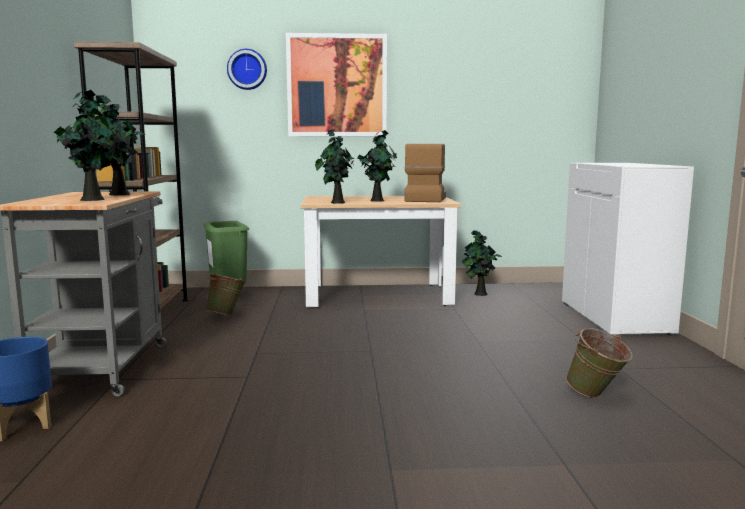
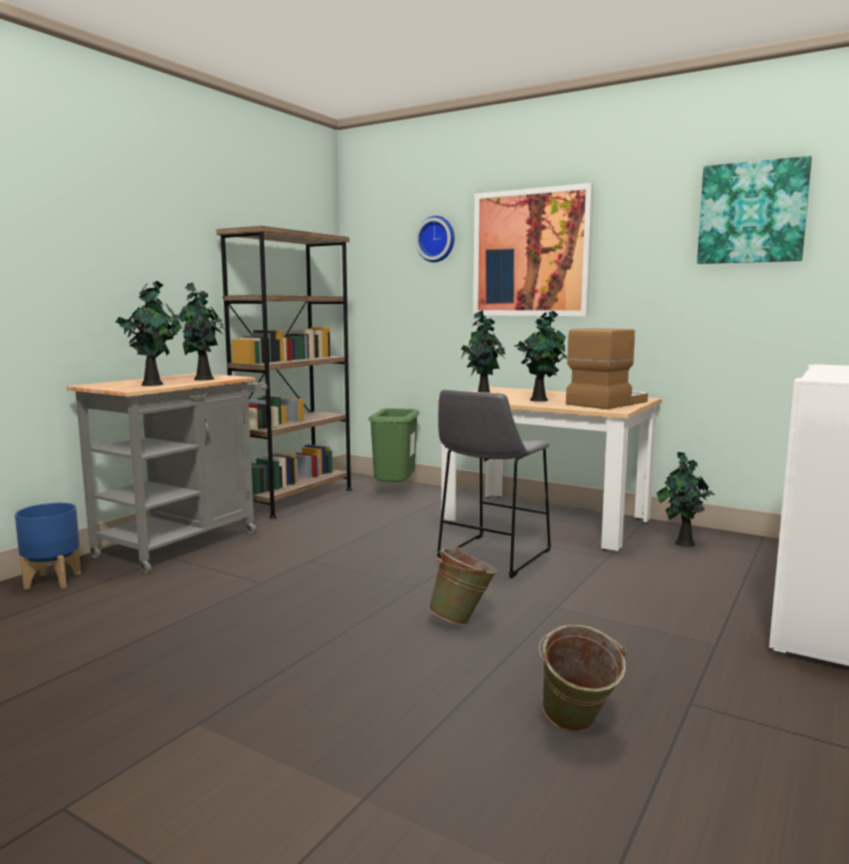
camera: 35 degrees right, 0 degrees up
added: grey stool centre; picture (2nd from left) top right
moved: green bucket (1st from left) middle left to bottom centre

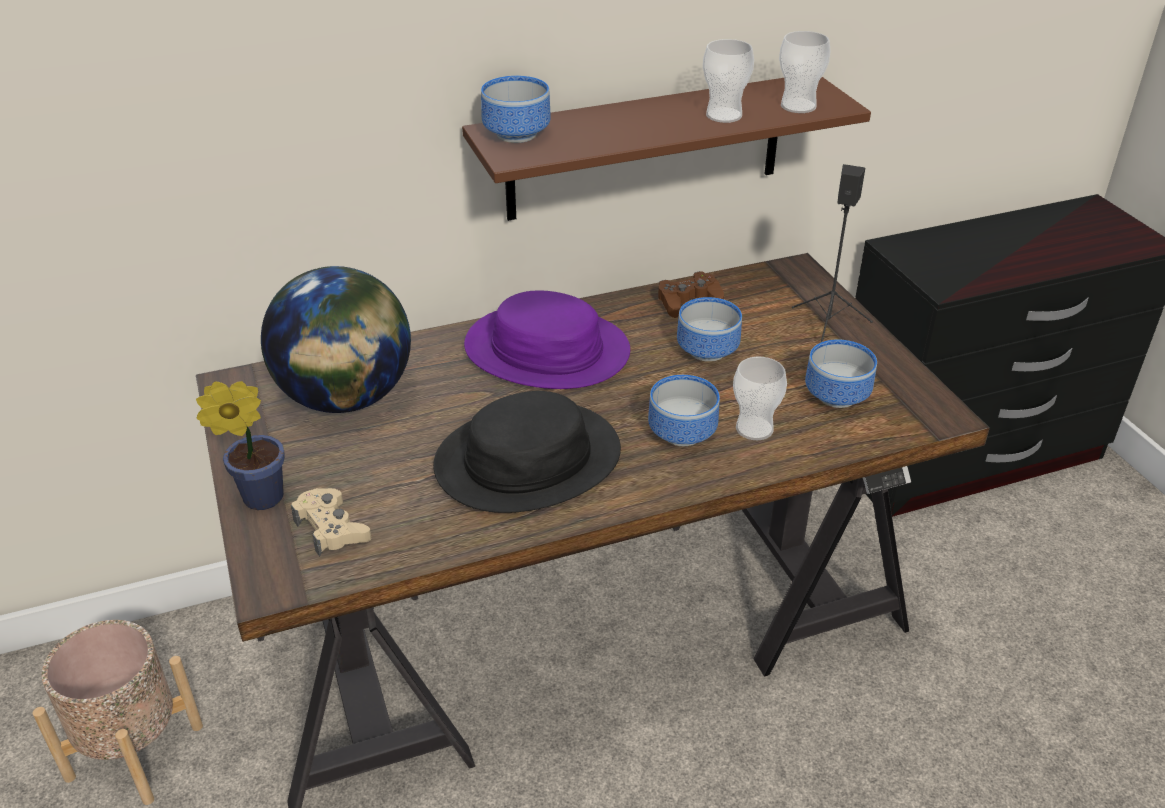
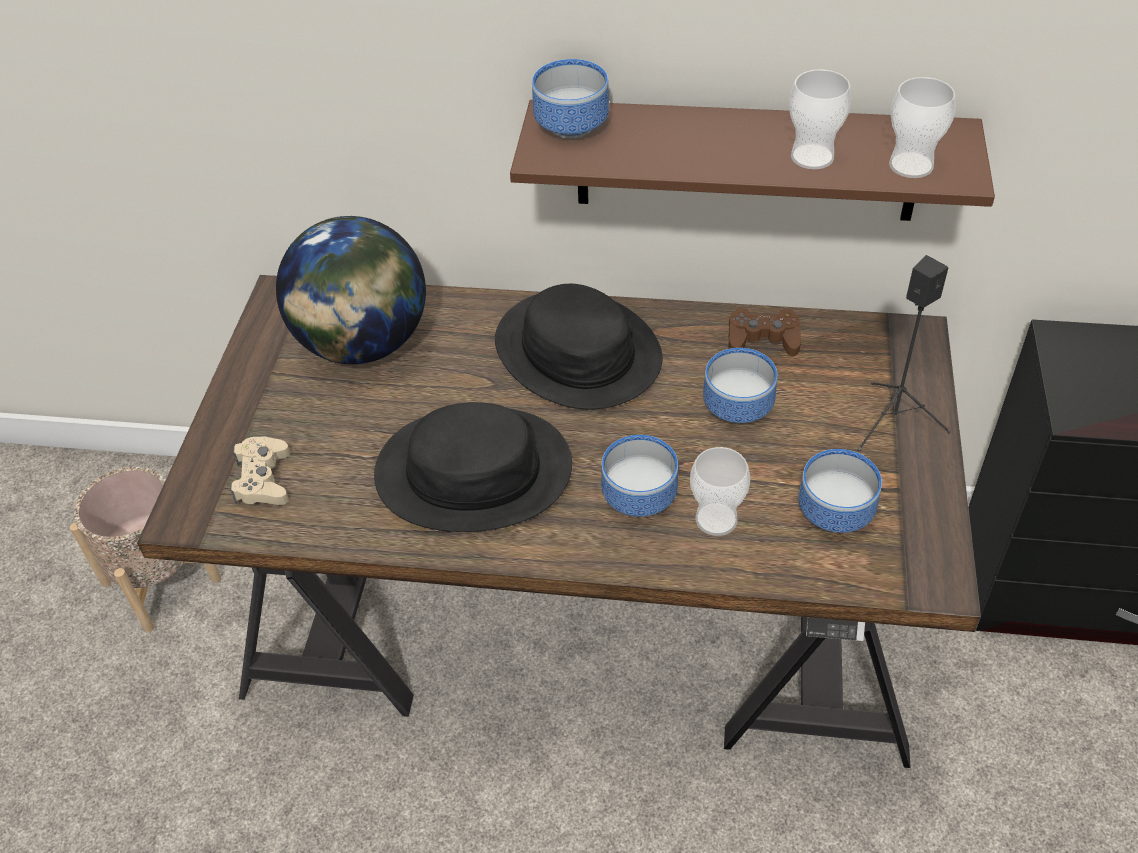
camera: 30 degrees right, 10 degrees up
removed: potted plant middle left
recoloured: purple hat centre to black hat (2nd from left) centre

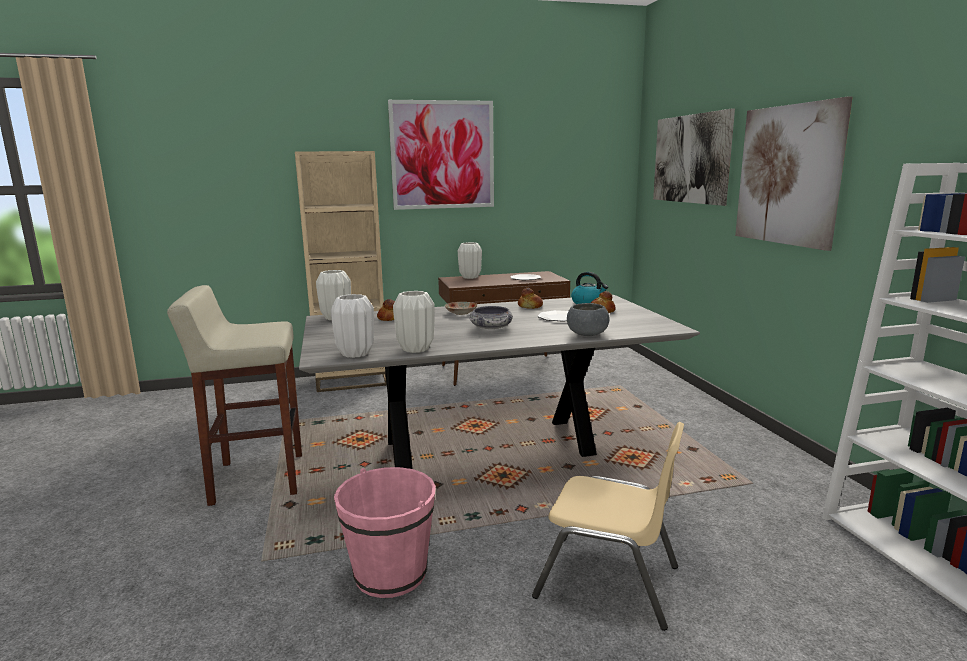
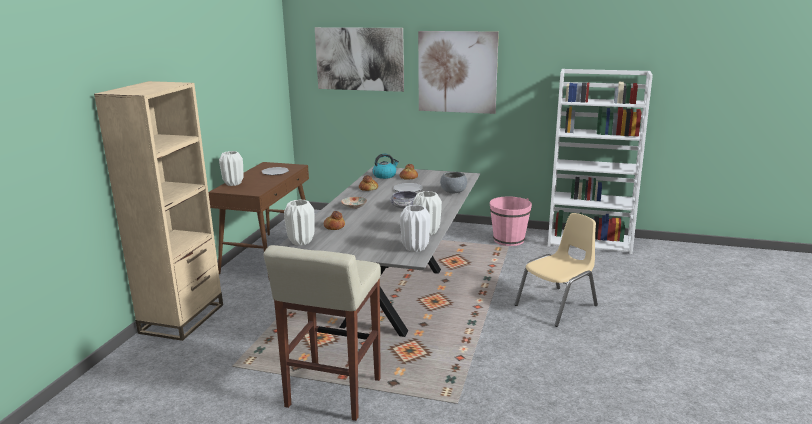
camera: 60 degrees left, 5 degrees up
removed: picture (1st from left) top centre
moved: pink bucket bottom centre to centre

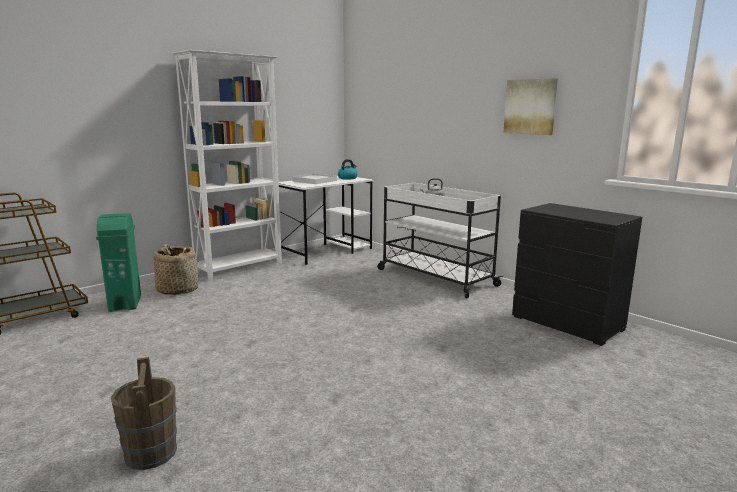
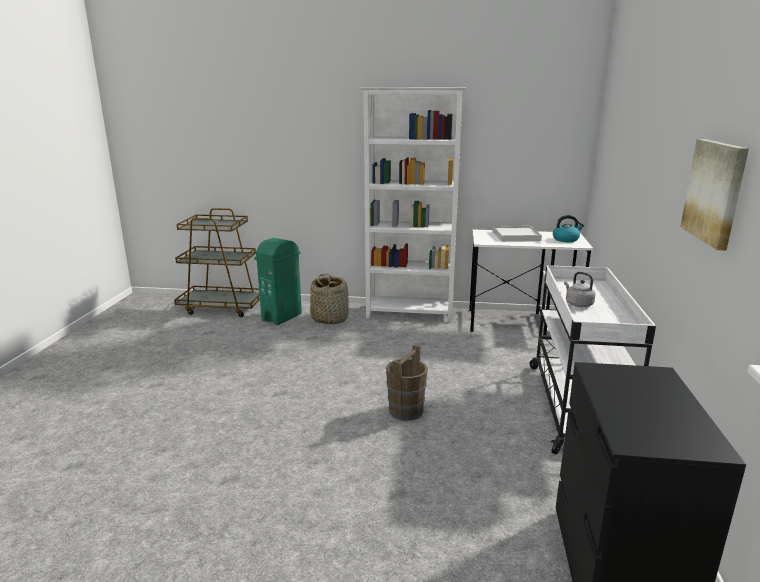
camera: 50 degrees right, 5 degrees up
moved: brown bucket bottom left to centre

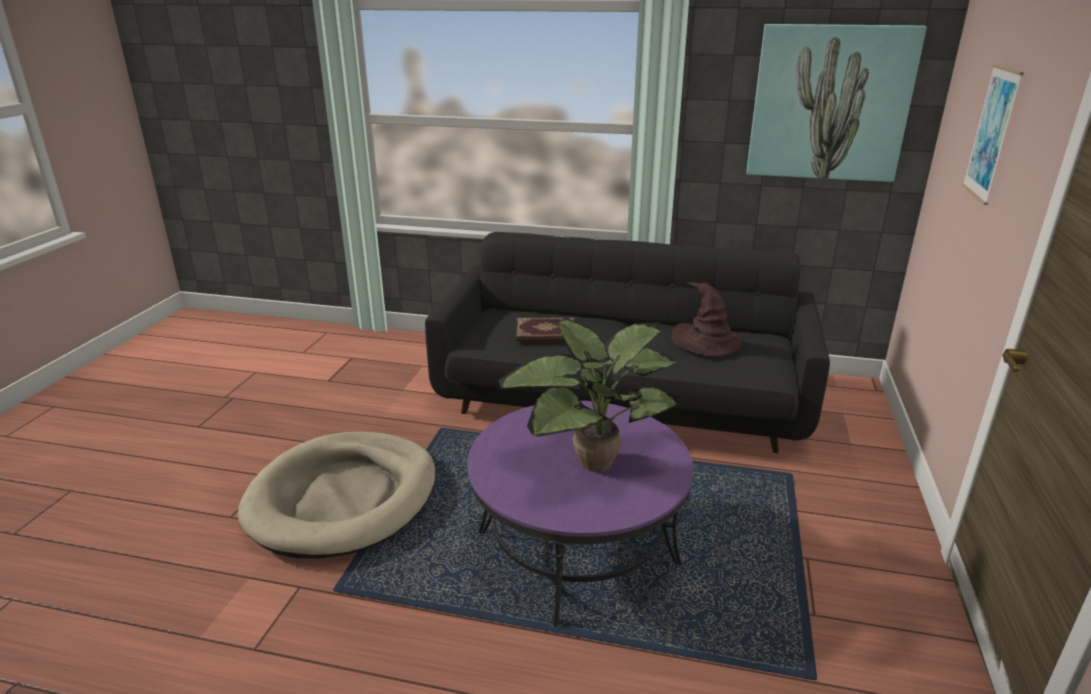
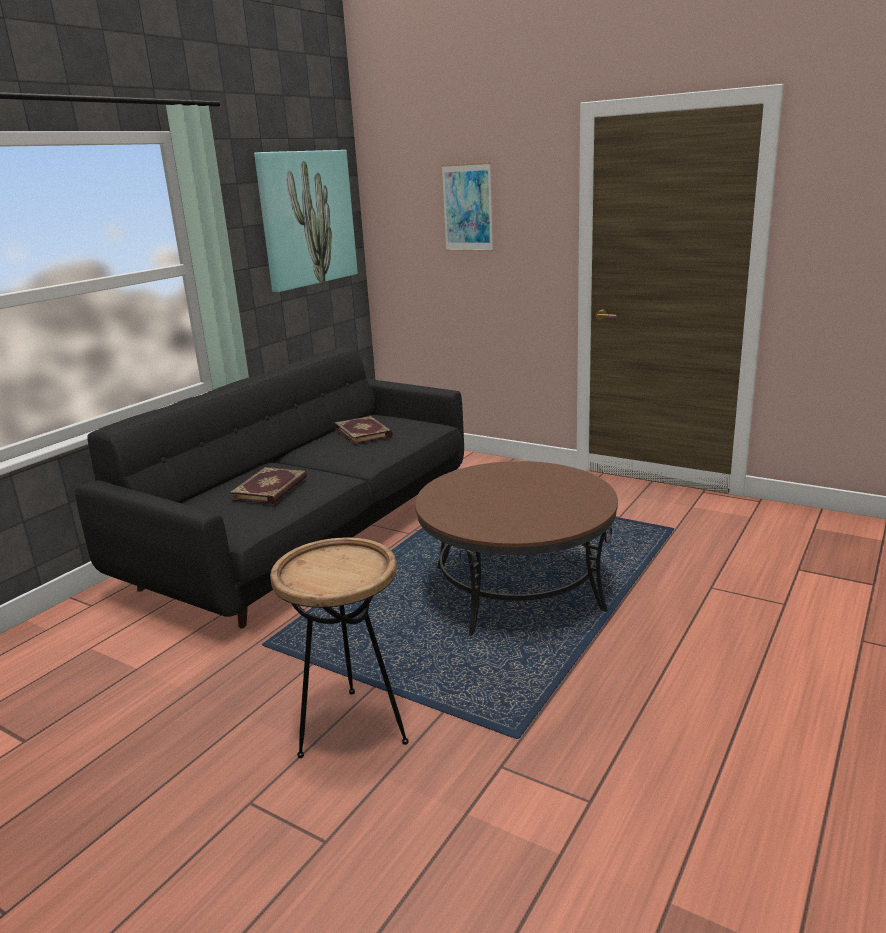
camera: 70 degrees left, 5 degrees down
removed: potted plant centre
replaced: beige dog bed bottom left to brown side table bottom centre; brown hat centre to book (2nd from left) centre
recoloured: purple coffee table bottom centre to brown coffee table centre

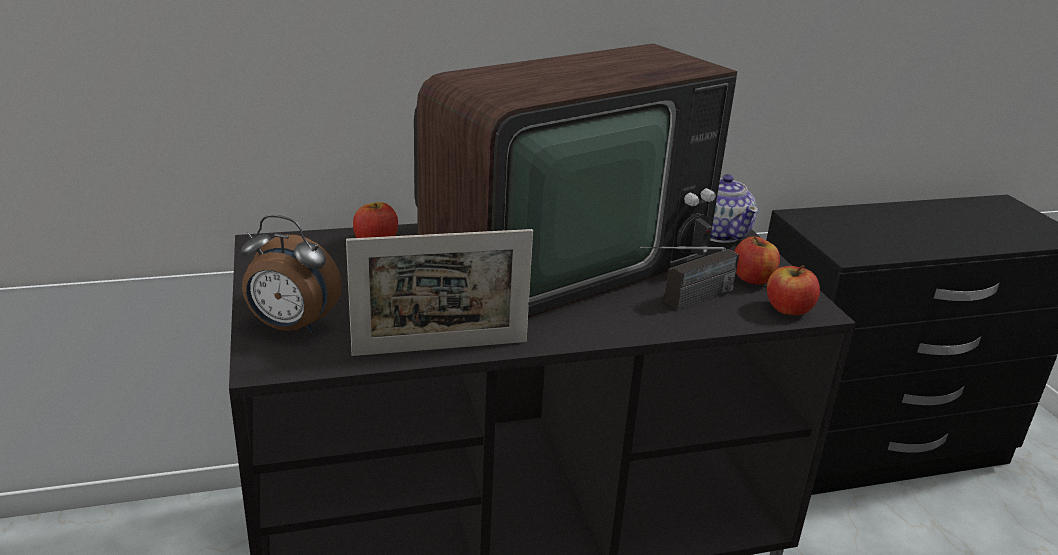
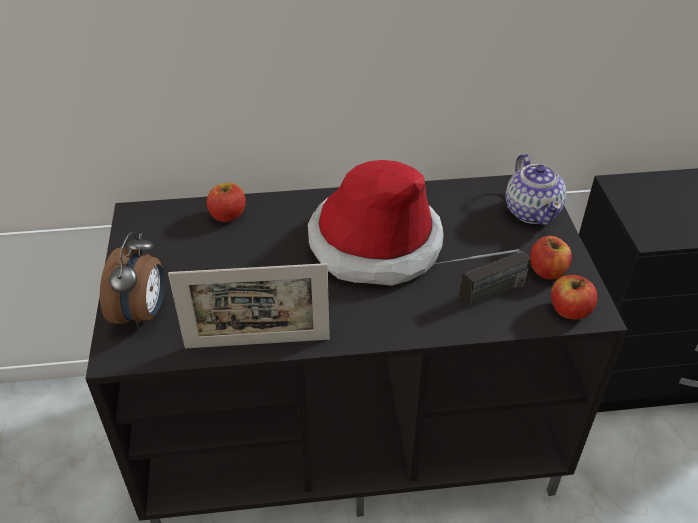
camera: 10 degrees right, 15 degrees up
replaced: television top centre to hat centre
turned: alarm clock middle left = middle left 105 degrees counterclockwise

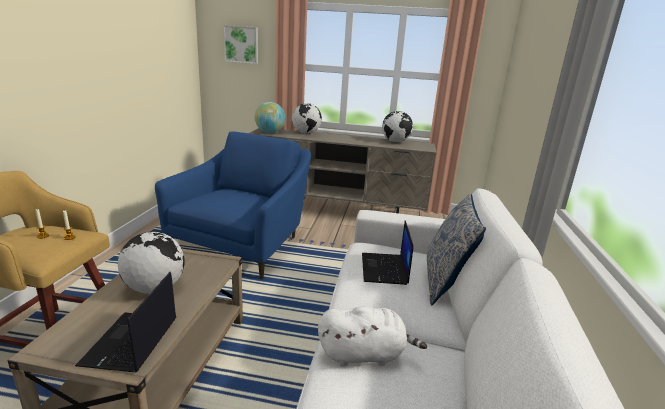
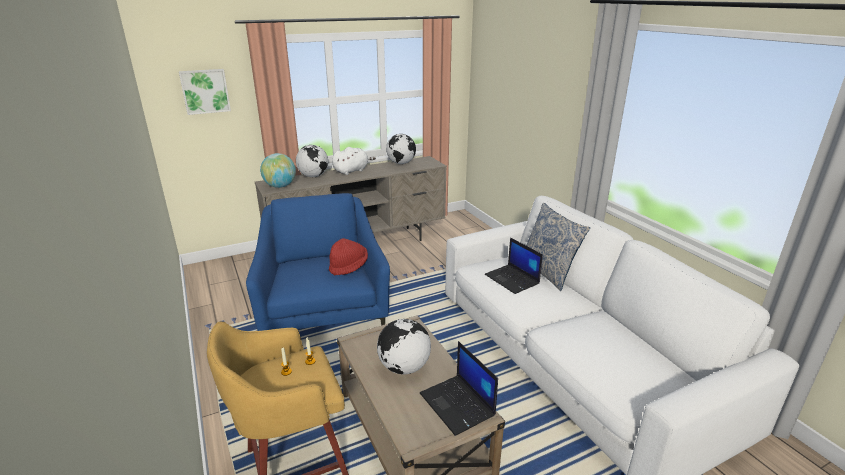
camera: 35 degrees left, 5 degrees up
added: red hat centre
moved: white plush toy bottom centre to centre

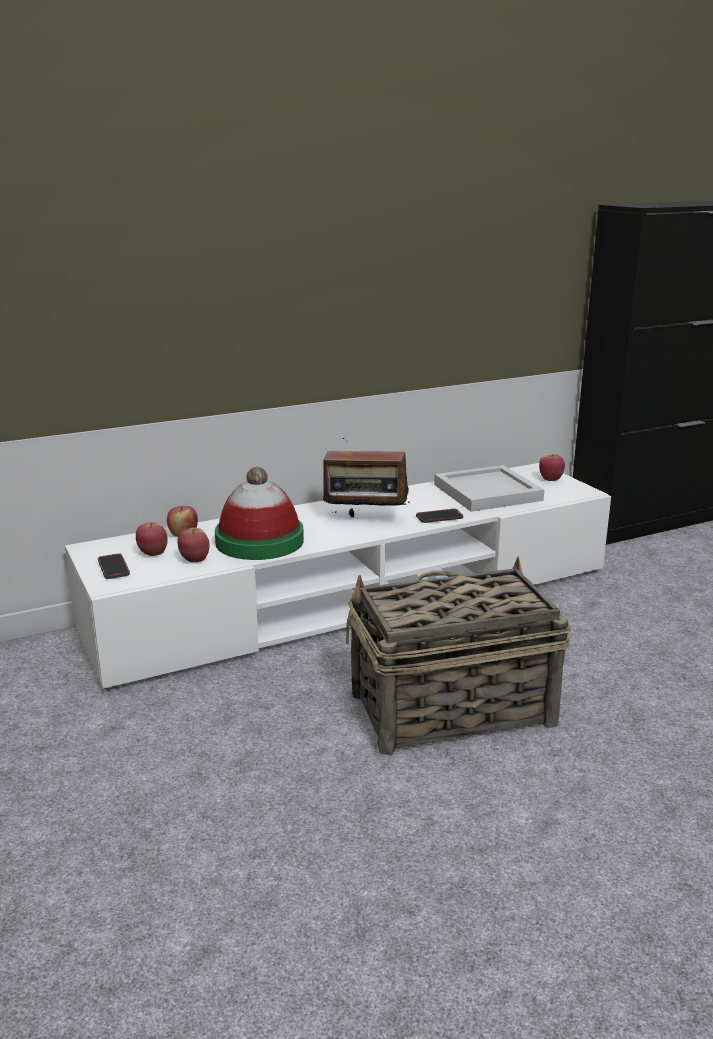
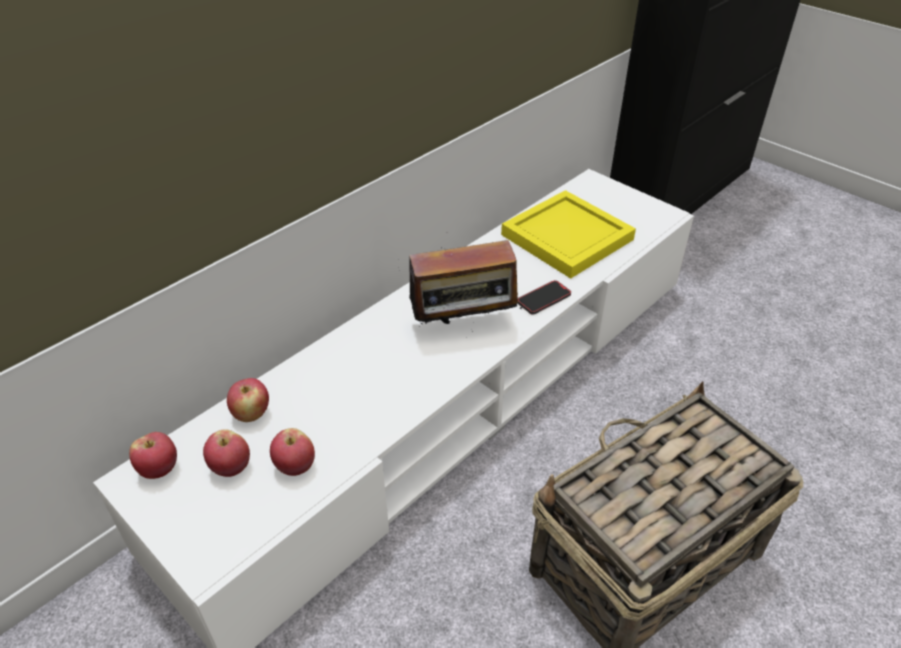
camera: 20 degrees left, 20 degrees up
removed: phone (1st from left) middle left; hat centre
moved: apple (4th from left in the first image) middle right to apple (1st from left) bottom left
recoloured: white tray middle right to yellow tray centre

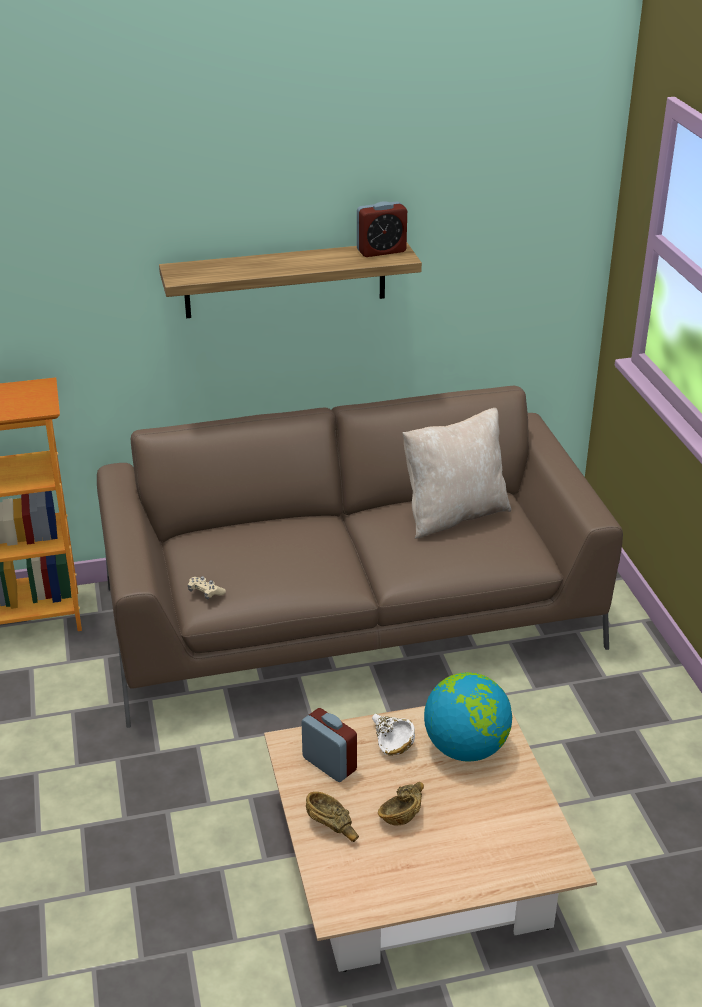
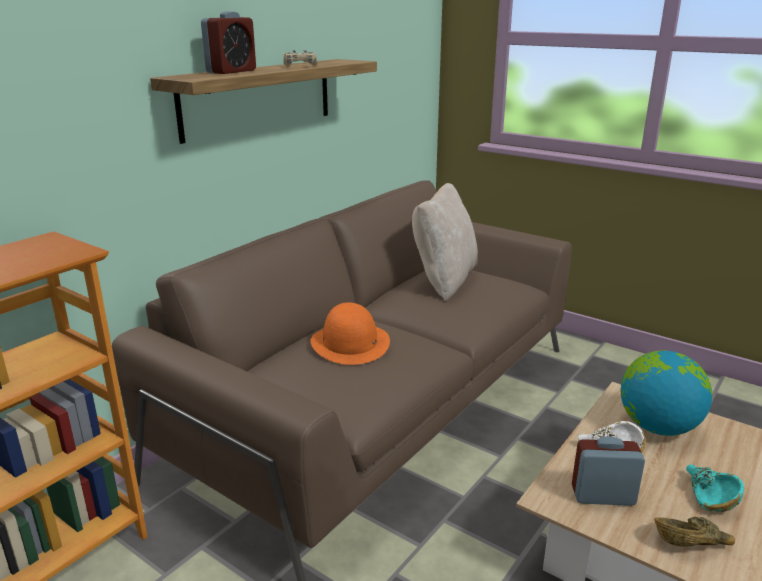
camera: 40 degrees left, 10 degrees down
added: orange hat centre
moved: beige game controller middle left to top centre; alarm clock (2nd from left in the first image) top centre to alarm clock (1st from left) top left
recoloured: brown bowl (2nd from left) bottom centre to turquoise bowl bottom right

